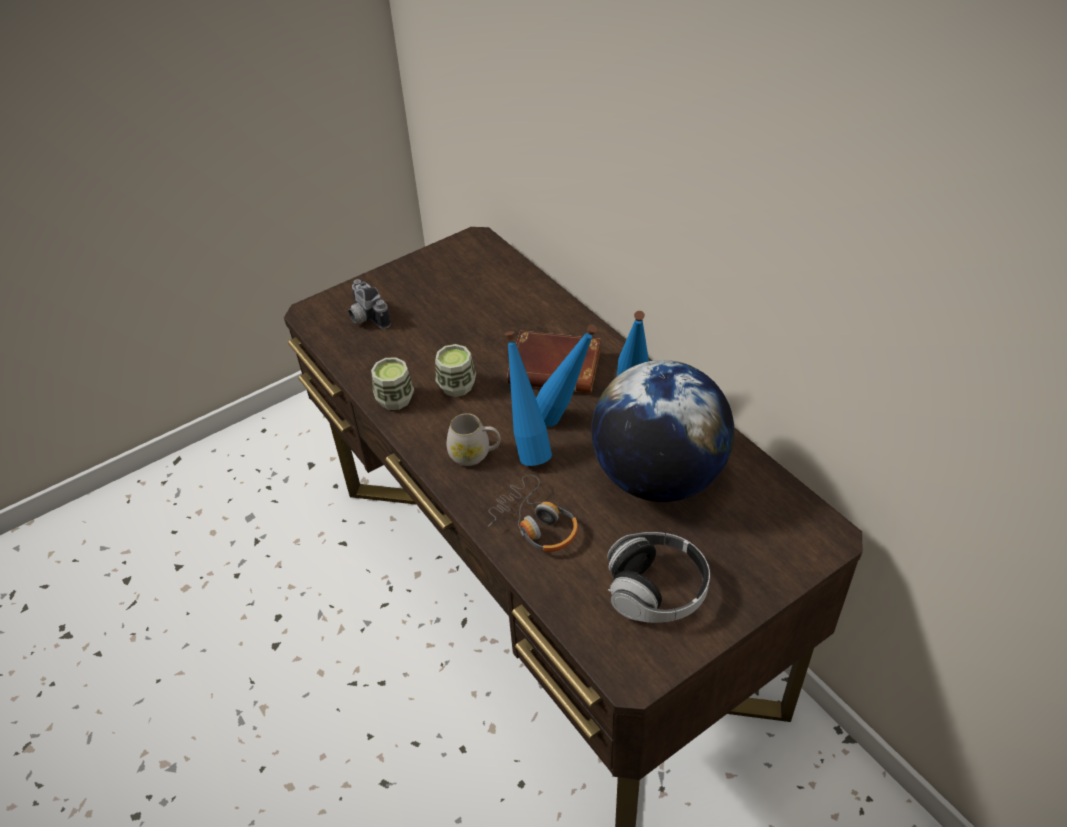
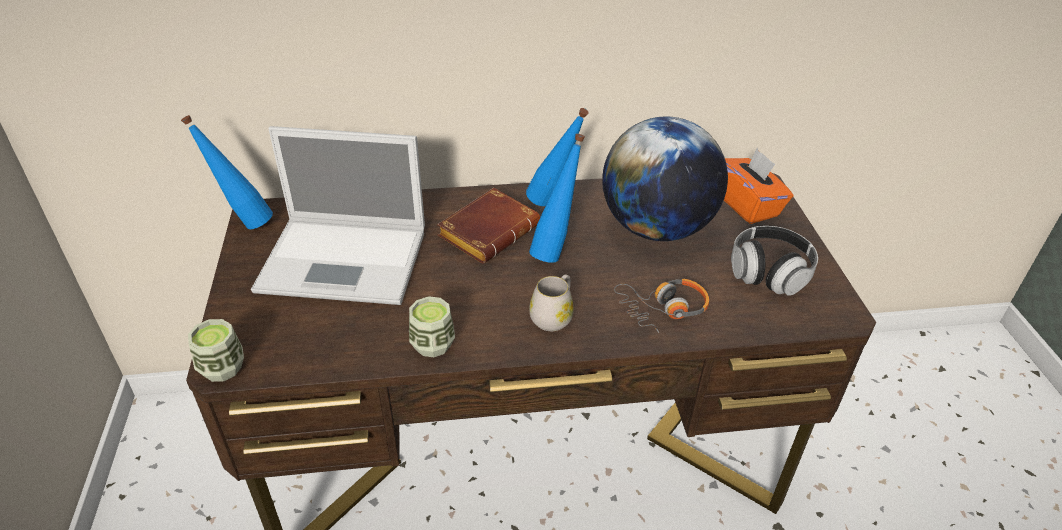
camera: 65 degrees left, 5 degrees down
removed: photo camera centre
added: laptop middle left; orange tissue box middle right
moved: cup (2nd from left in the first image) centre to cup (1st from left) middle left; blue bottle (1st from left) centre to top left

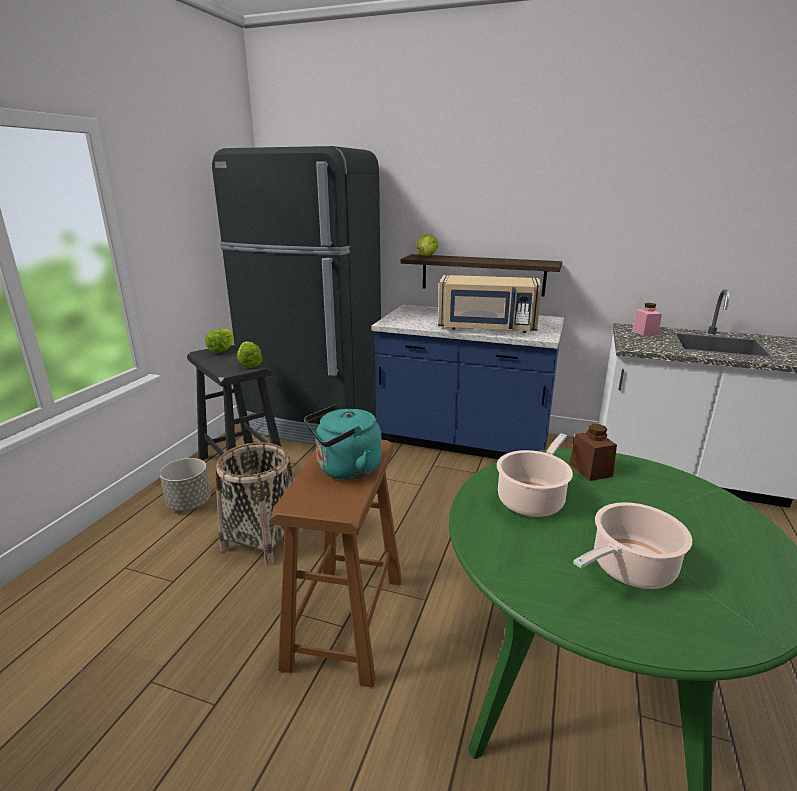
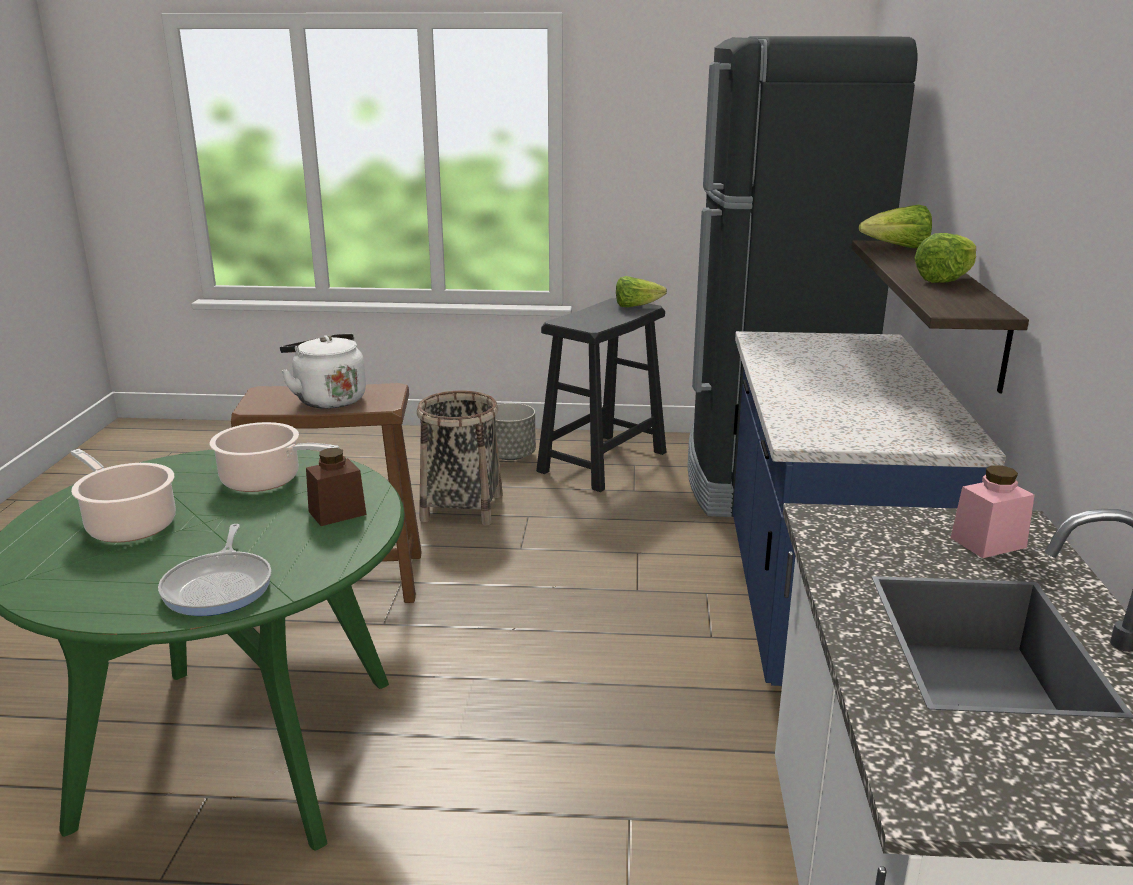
camera: 75 degrees right, 0 degrees up
removed: beige microwave centre
added: frying pan middle left
moved: lettuce (2nd from left in the first image) middle left to lettuce (3rd from left) top right
recoloured: turquoise kettle centre to white kettle middle left

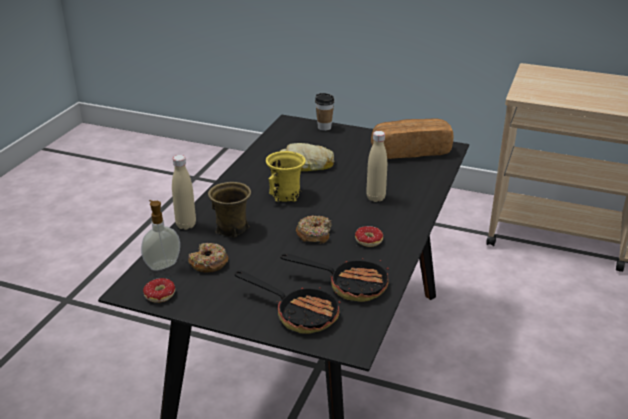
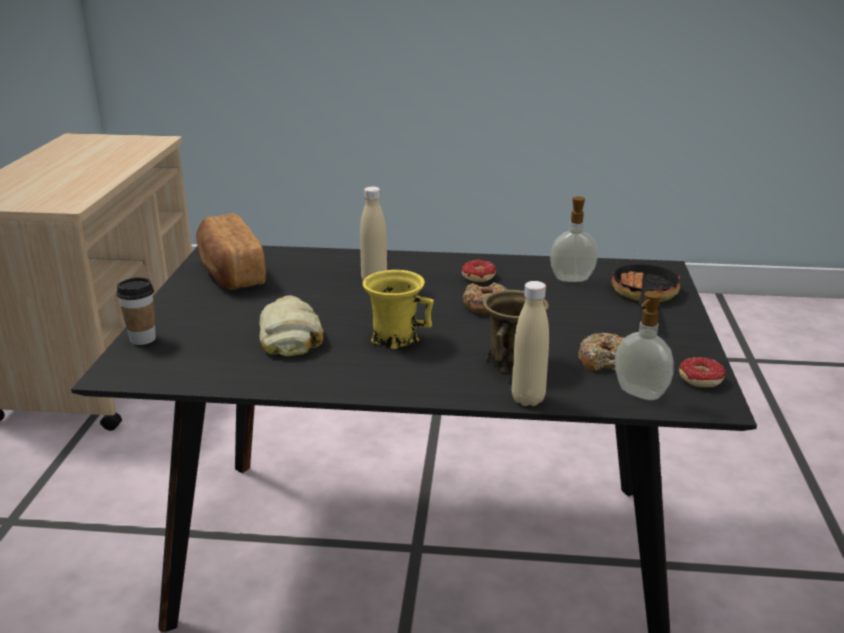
camera: 105 degrees left, 5 degrees down
replaced: frying pan (2nd from left) centre to soap dispenser (1st from left) middle right

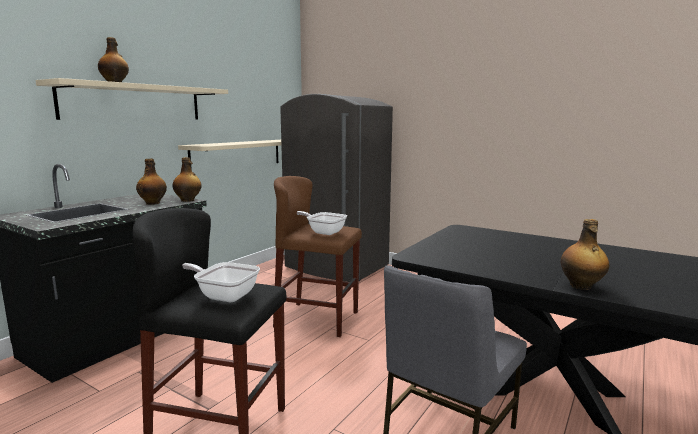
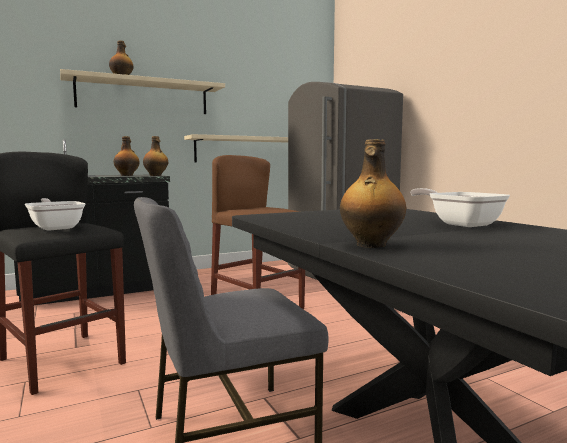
camera: 30 degrees right, 5 degrees down
moved: frying pan (2nd from left) centre to middle right

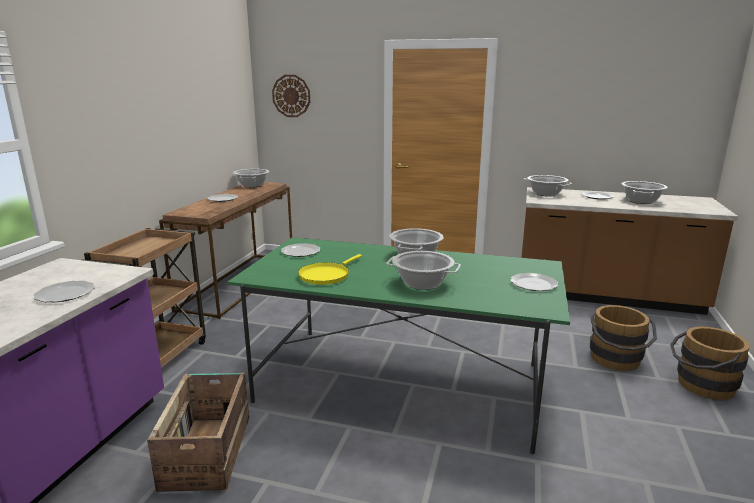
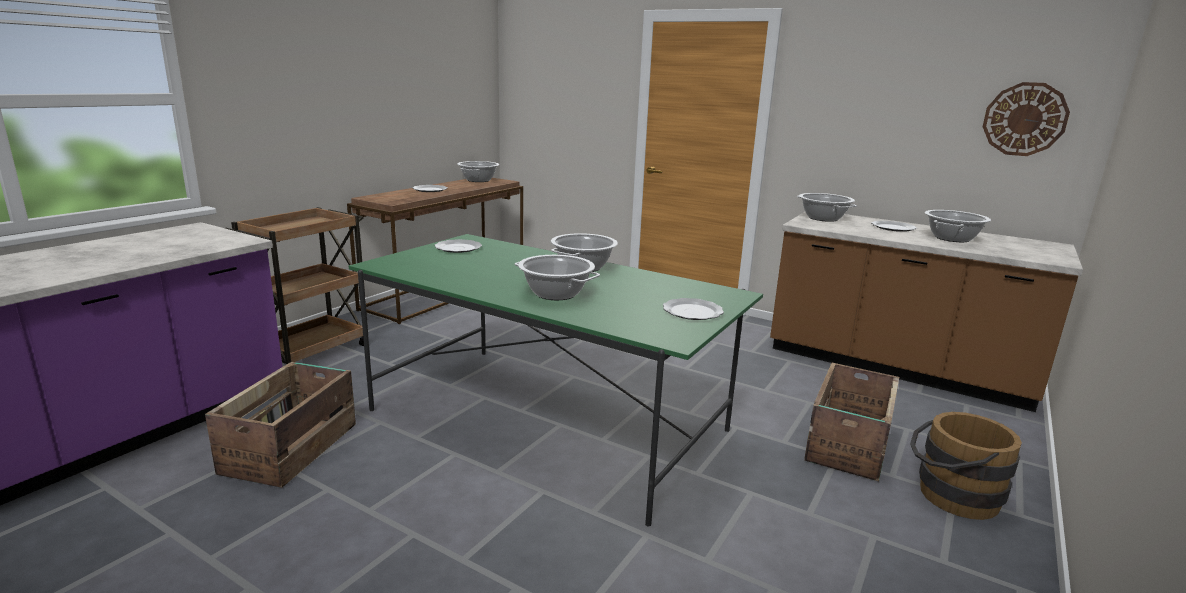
camera: 15 degrees right, 0 degrees up
removed: plate (1st from left) middle left; yellow frying pan centre
moved: wall clock top centre to top right
replaced: brown bucket (1st from left) bottom right to crate (2nd from left) bottom right

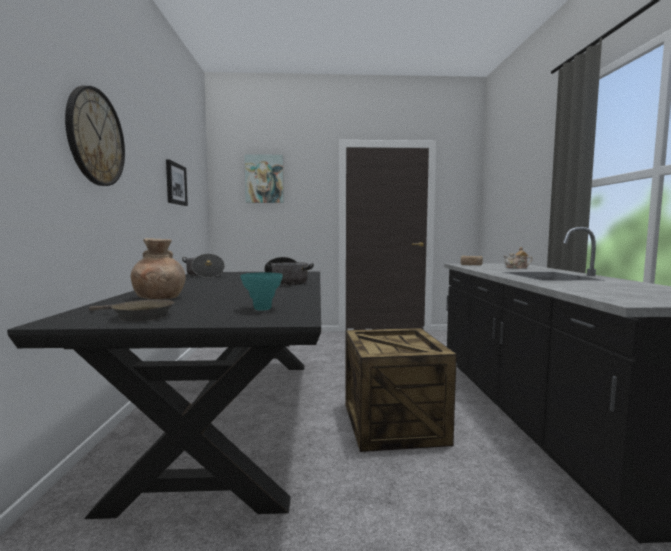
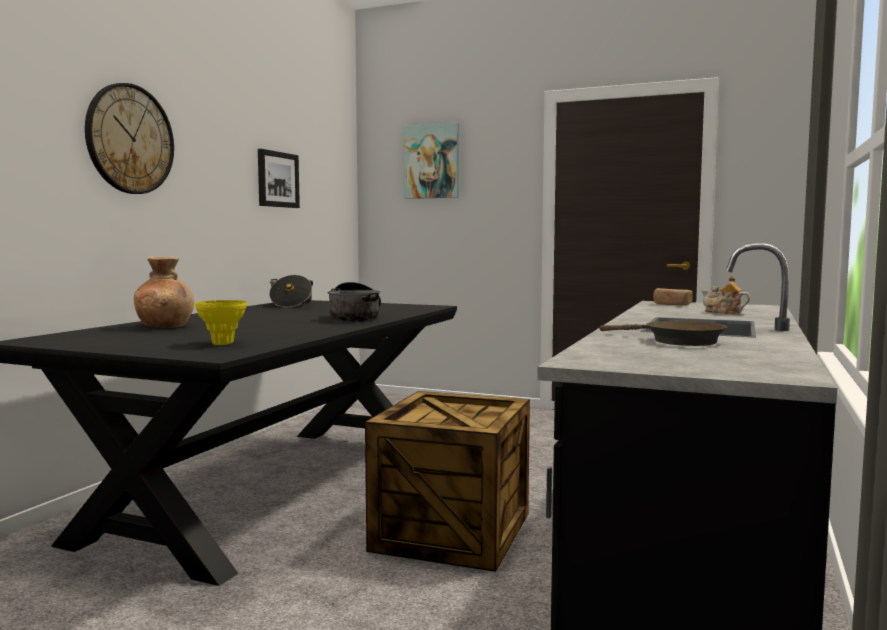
camera: 25 degrees right, 0 degrees up
moved: brown frying pan middle left to middle right
recoloured: turquoise vase centre to yellow vase middle left

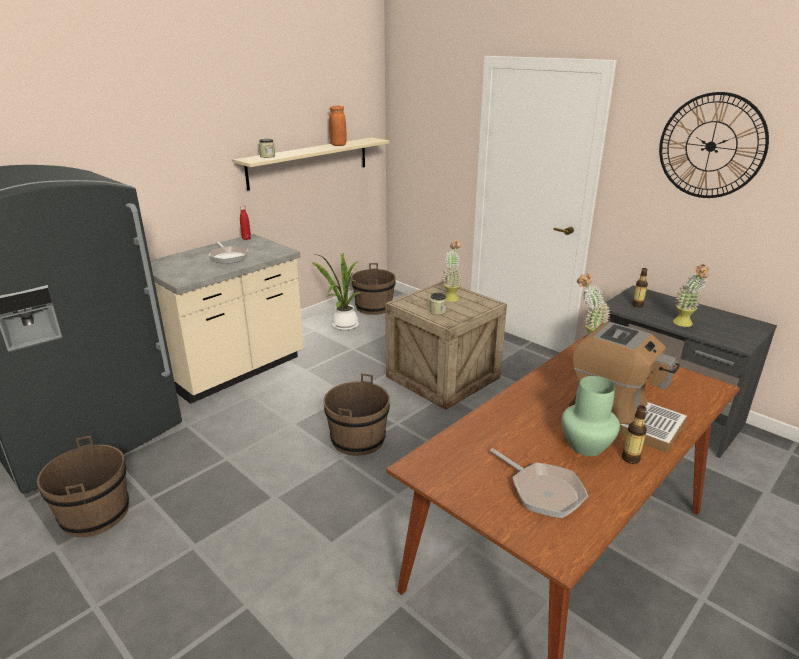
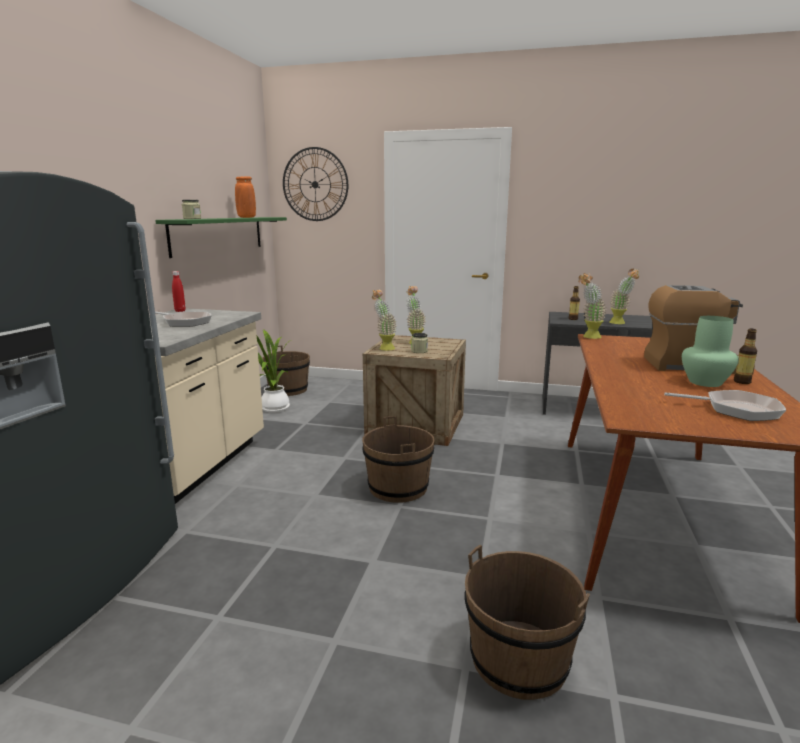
camera: 30 degrees left, 10 degrees down
added: potted plant (2nd from left) centre
moved: brown bucket (1st from left in the first image) bottom left to brown bucket (3rd from left) bottom centre; wall clock top right to top centre
recoloured: beige shelf top centre to green shelf top left

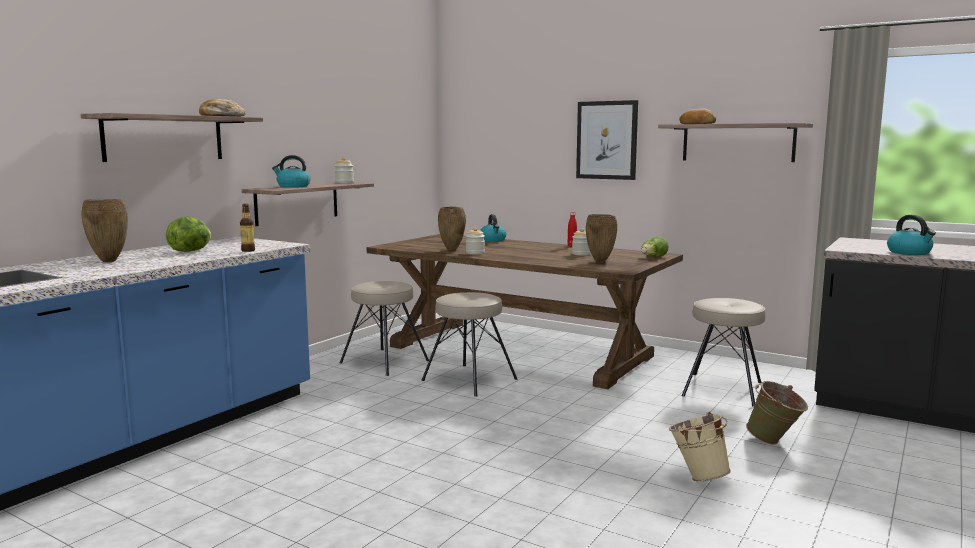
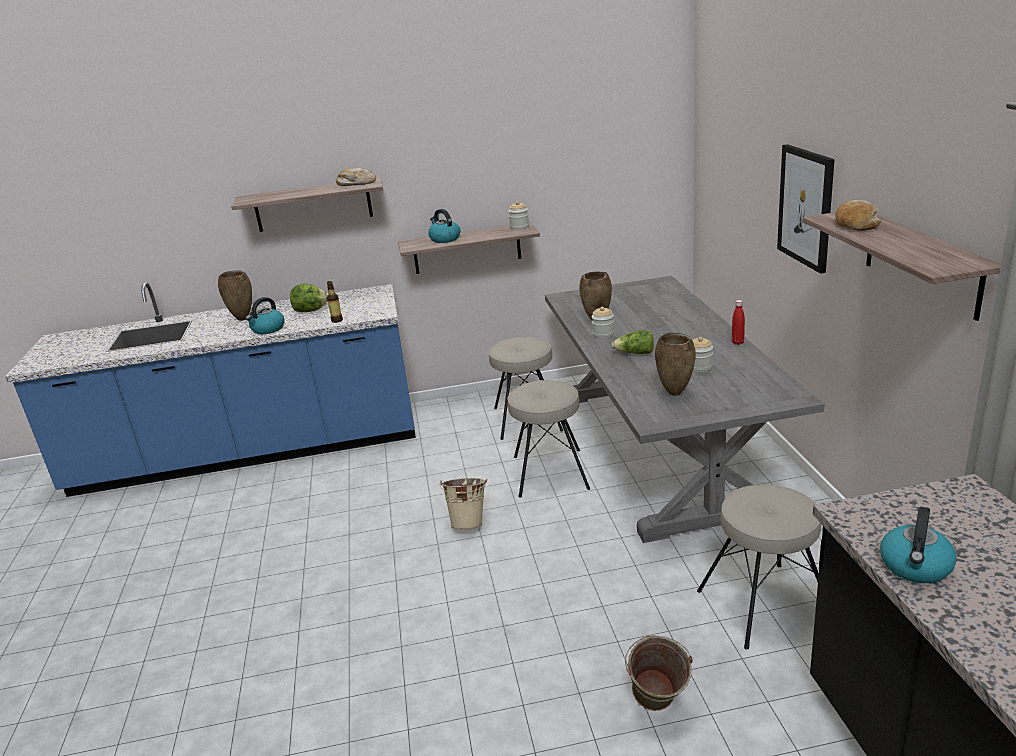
camera: 50 degrees right, 15 degrees up
moved: kettle (2nd from left in the first image) centre to kettle (1st from left) middle left; lettuce (2nd from left) middle right to centre; beige bucket bottom right to bottom centre
recoloured: brown dining table centre to grey dining table middle right

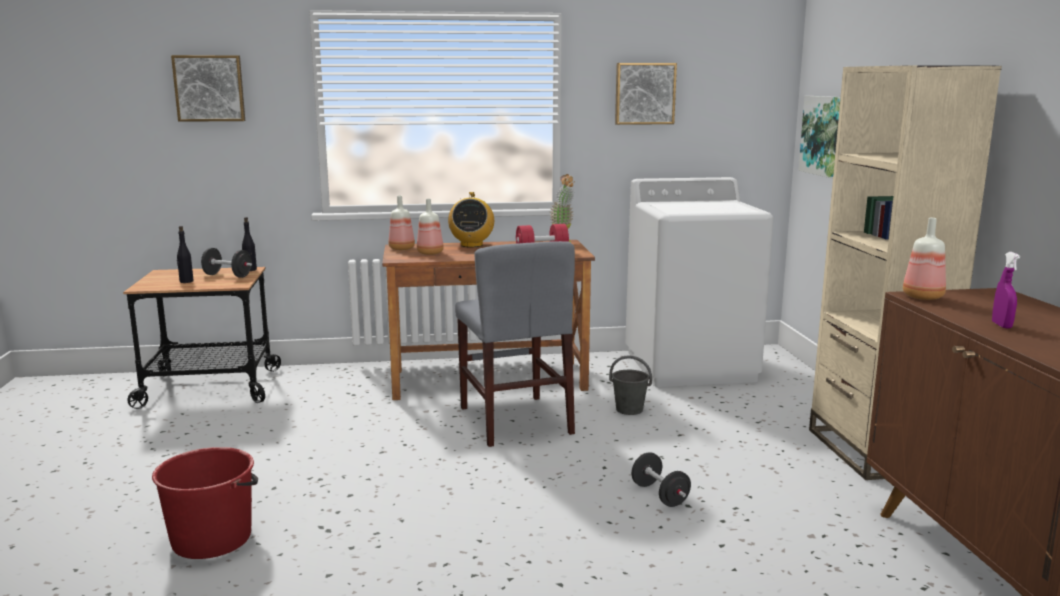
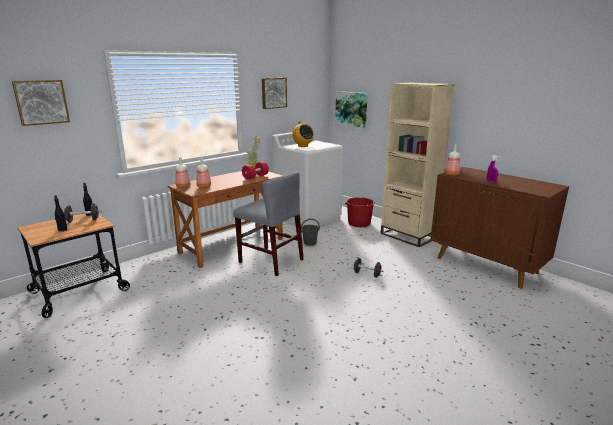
camera: 35 degrees left, 5 degrees up
moved: red bucket bottom left to centre; radio centre to top centre

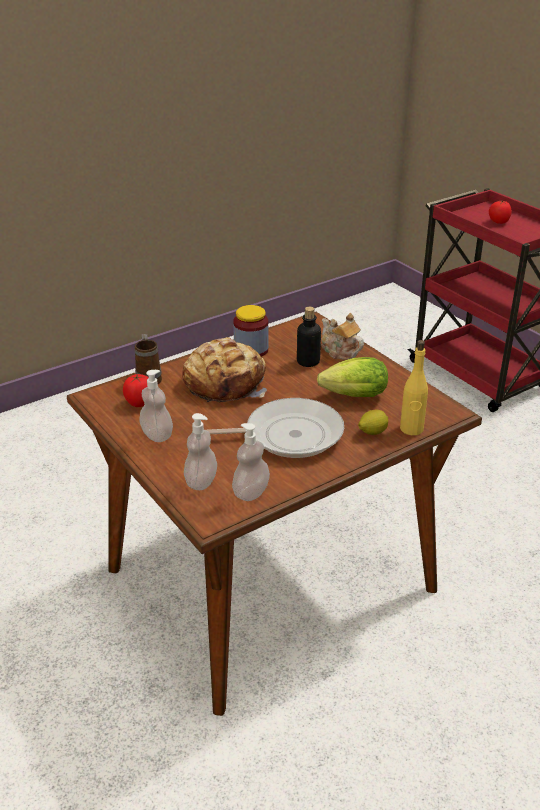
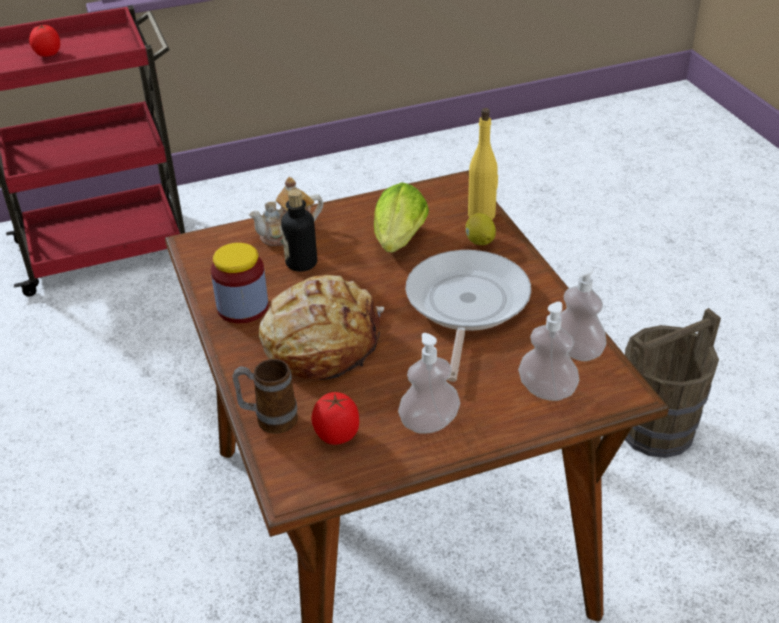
camera: 75 degrees left, 5 degrees up
added: brown bucket middle right

